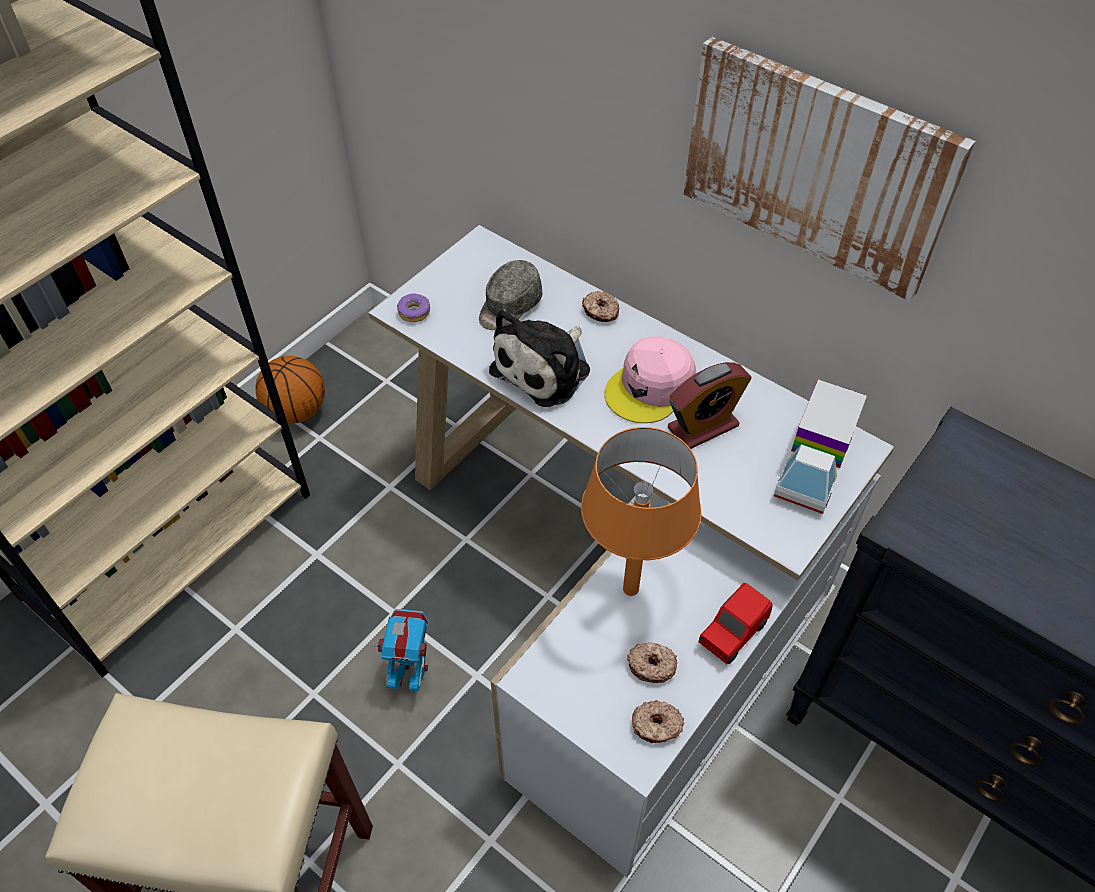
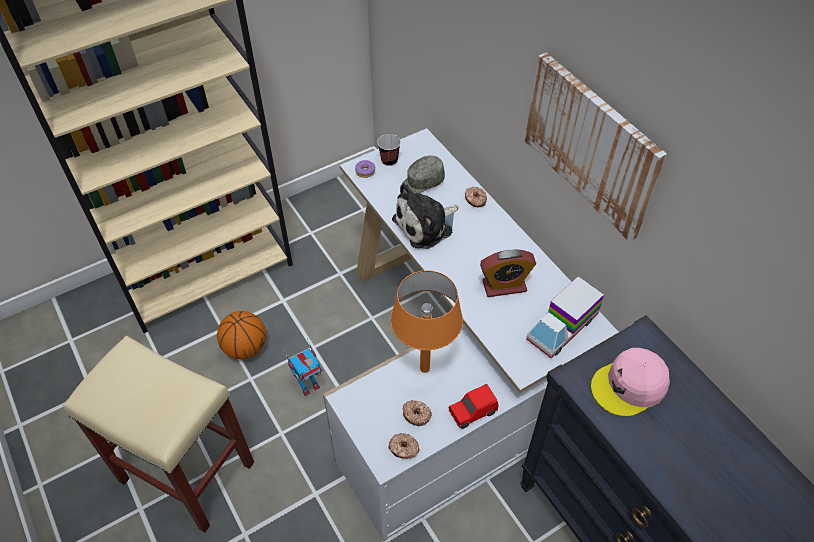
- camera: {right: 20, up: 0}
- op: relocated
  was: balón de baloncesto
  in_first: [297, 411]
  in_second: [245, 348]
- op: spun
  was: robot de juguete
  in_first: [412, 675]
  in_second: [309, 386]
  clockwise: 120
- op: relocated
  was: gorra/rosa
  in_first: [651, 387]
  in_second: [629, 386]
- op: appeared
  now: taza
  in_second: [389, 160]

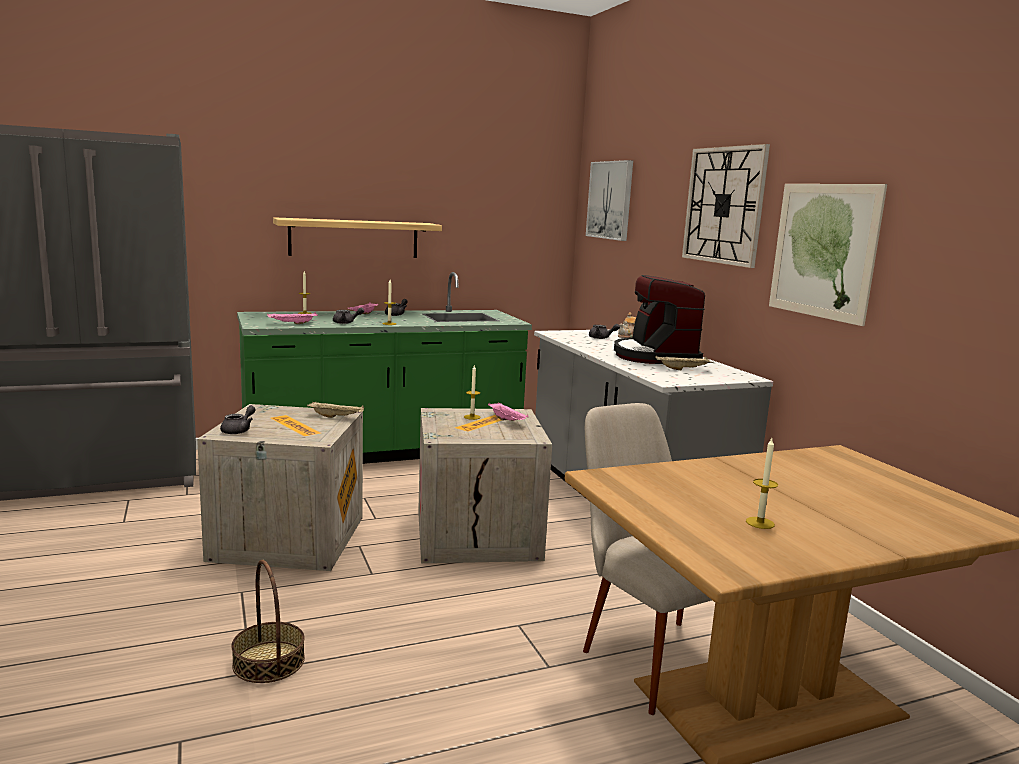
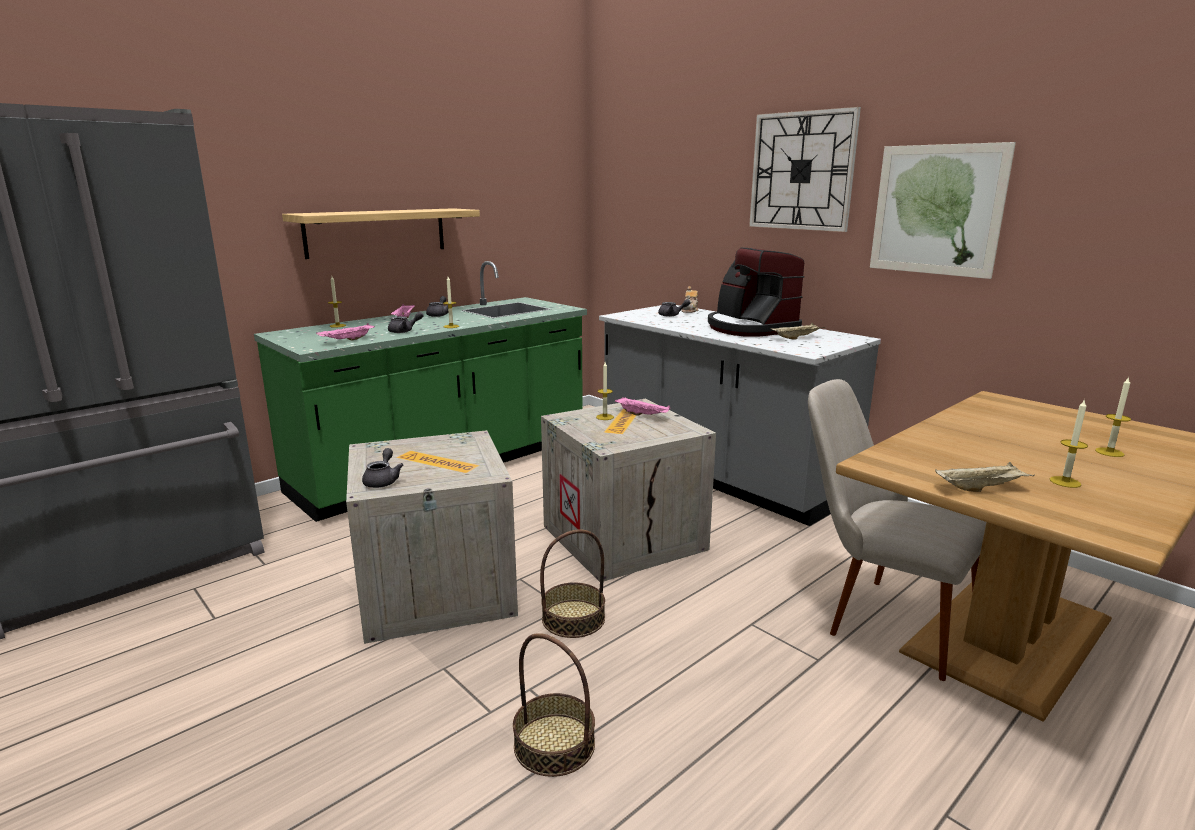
- camera: {right: -20, up: 5}
- op: relocated
  was: bandeja/beis
  in_first: [337, 417]
  in_second: [980, 488]
- op: missing
  was: cuadro
  in_first: [610, 200]
- op: appeared
  now: cesta
  in_second: [573, 618]
- op: appeared
  now: vela
  in_second: [1109, 452]

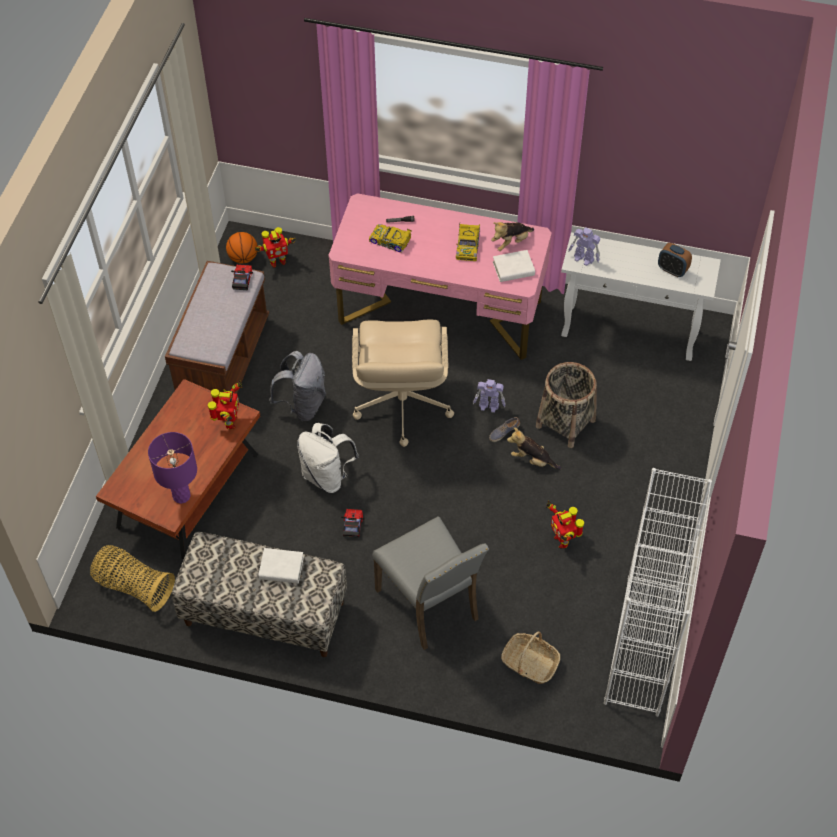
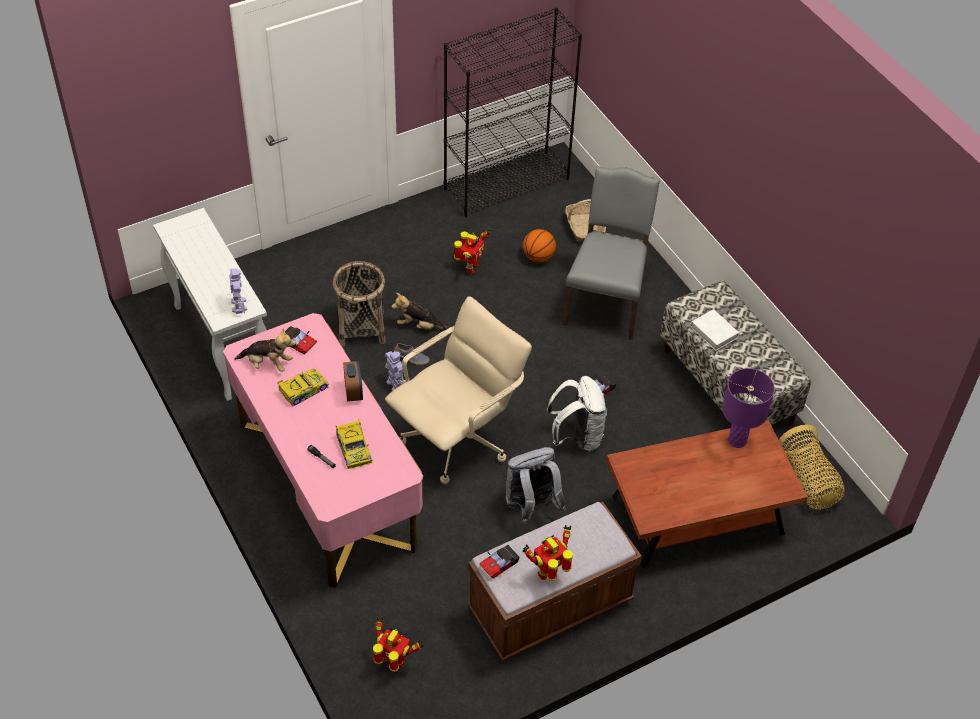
- camera: {right: -135, up: -5}
- op: relocated
  was: robot de juguete
  in_first: [229, 422]
  in_second: [549, 573]
- op: relocated
  was: balón de baloncesto
  in_first: [243, 258]
  in_second: [538, 257]
- op: exchanged
  was: libro/blanco
  now: coche de juguete
  in_first: [513, 269]
  in_second: [298, 343]
- op: spun
  was: peluche
  in_first: [532, 460]
  in_second: [419, 326]
  clockwise: 120
- op: colour
  was: estantería/blanco
  now: estantería/negro
  in_first: [642, 648]
  in_second: [507, 183]
- op: relocated
  was: despertador
  in_first: [672, 270]
  in_second: [354, 392]

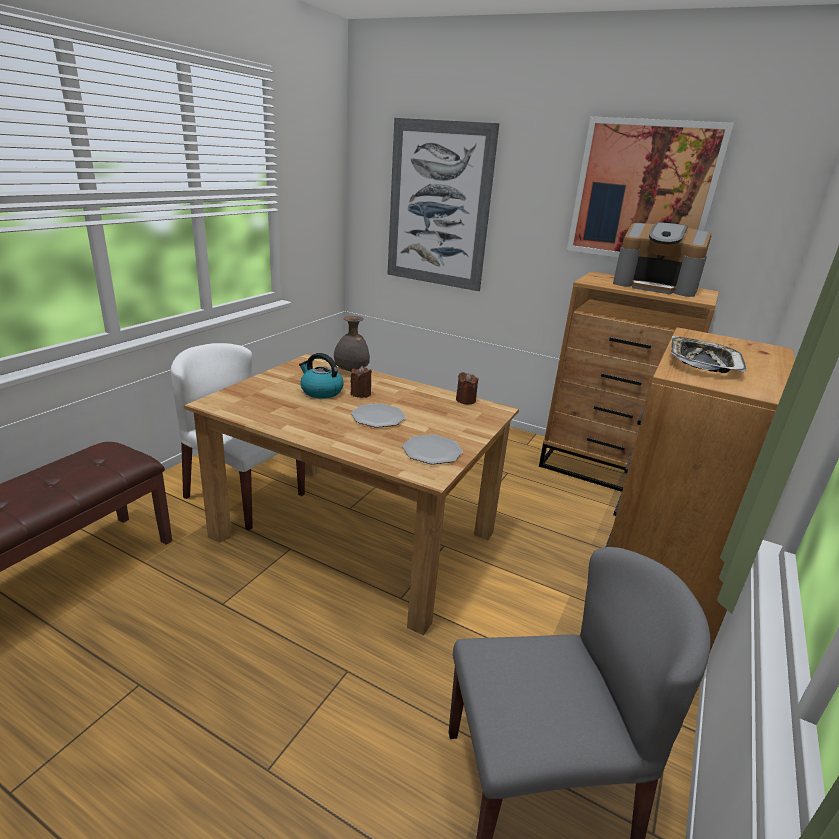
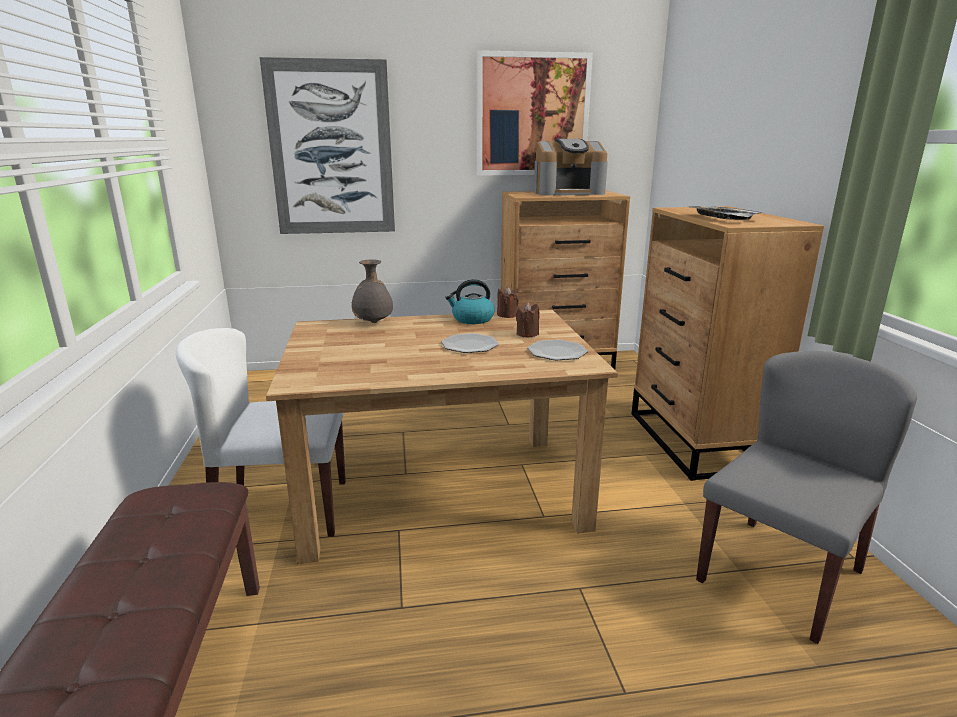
- camera: {right: -35, up: -5}
- op: relocated
  was: hervidor
  in_first: [321, 391]
  in_second: [472, 319]
- op: relocated
  was: vela/marrón
  in_first: [361, 394]
  in_second: [527, 334]

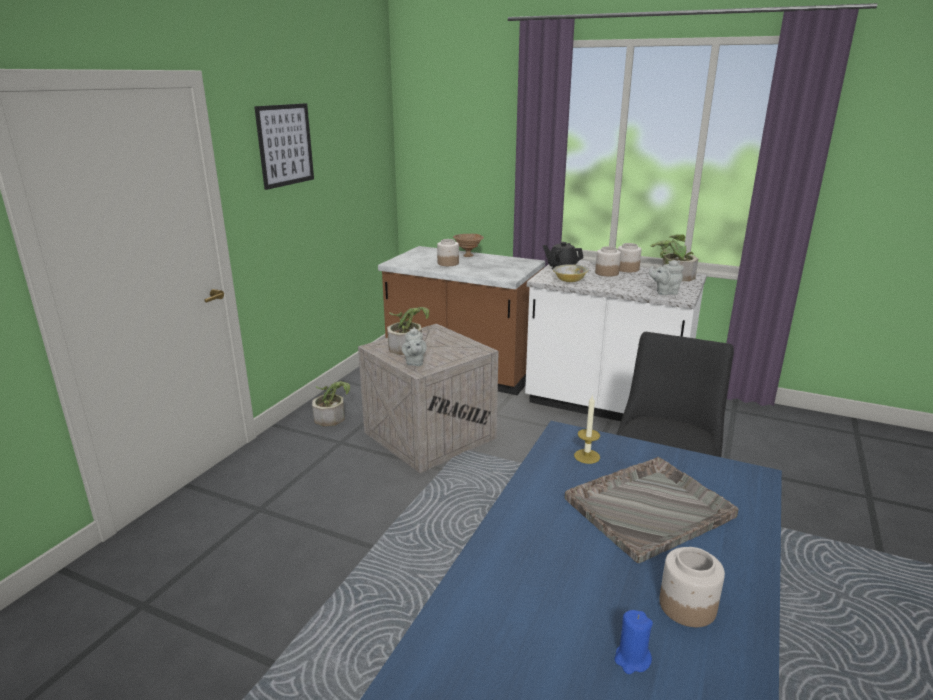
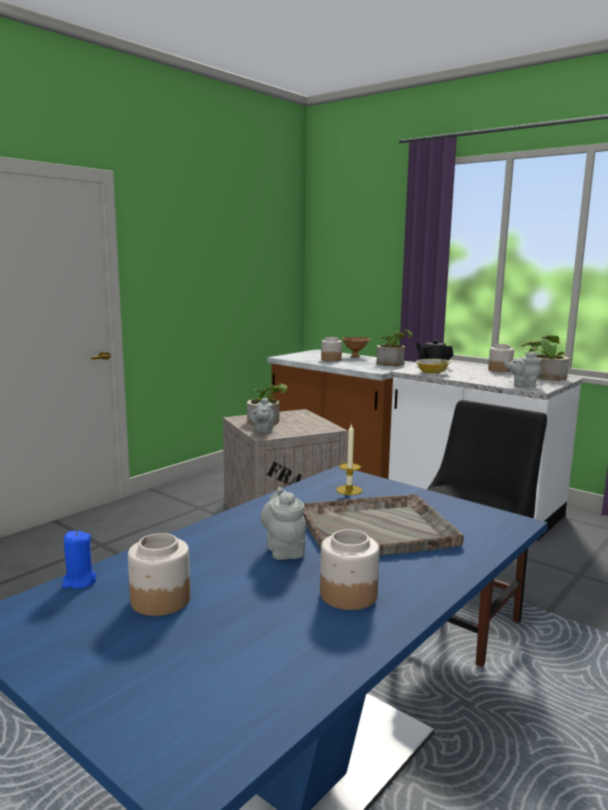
- camera: {right: 15, up: -10}
- op: missing
  was: cuadro
  in_first: [285, 145]
- op: relocated
  was: planta en maceta
  in_first: [332, 416]
  in_second: [392, 363]
- op: relocated
  was: tarro
  in_first: [606, 273]
  in_second: [160, 600]
- op: relocated
  was: vela/azul
  in_first: [632, 659]
  in_second: [79, 581]
- op: appeared
  now: tetera/gris
  in_second: [284, 549]

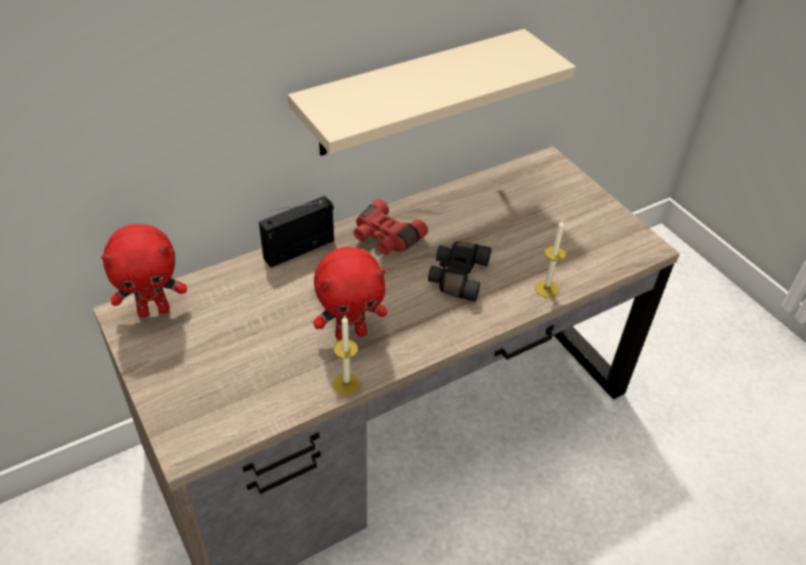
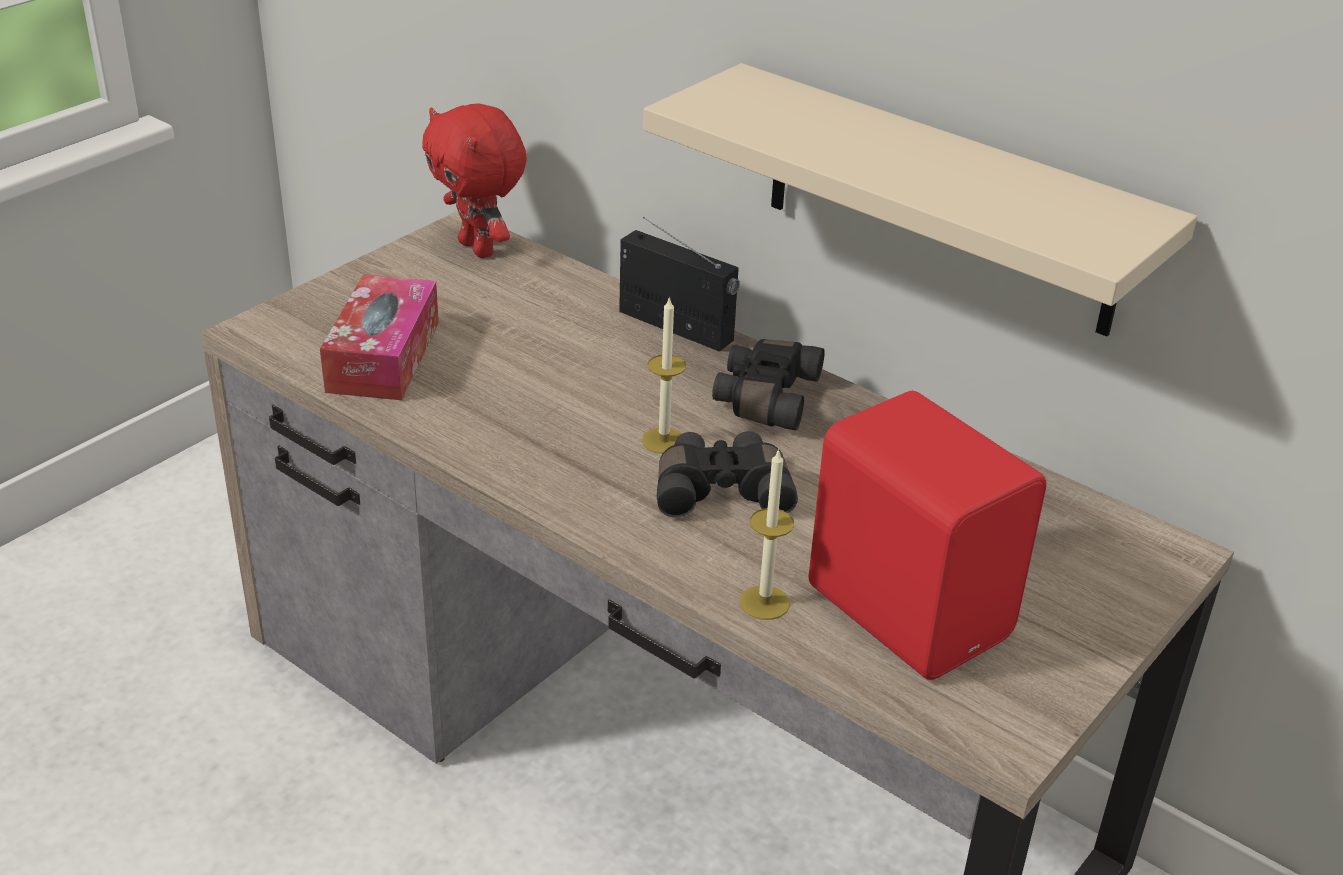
- camera: {right: 70, up: -10}
- op: missing
  was: peluche/rojo
  in_first: [351, 333]
- op: relocated
  was: vela
  in_first: [346, 384]
  in_second: [663, 441]
- op: colour
  was: prismáticos/rojo
  now: prismáticos/negro
  in_first: [385, 238]
  in_second: [764, 398]
- op: appeared
  now: caja de pañuelos
  in_second: [383, 356]
- op: appeared
  now: altavoz/rojo
  in_second: [910, 609]

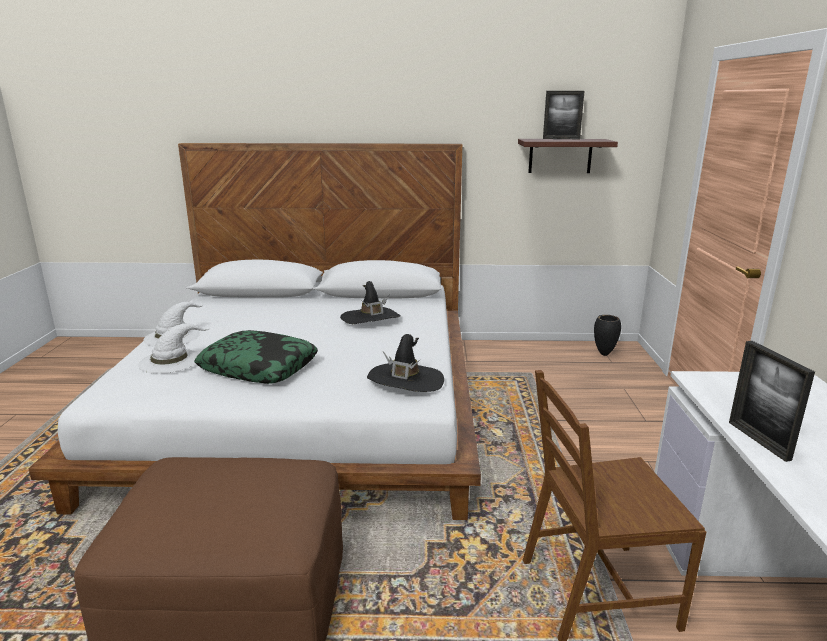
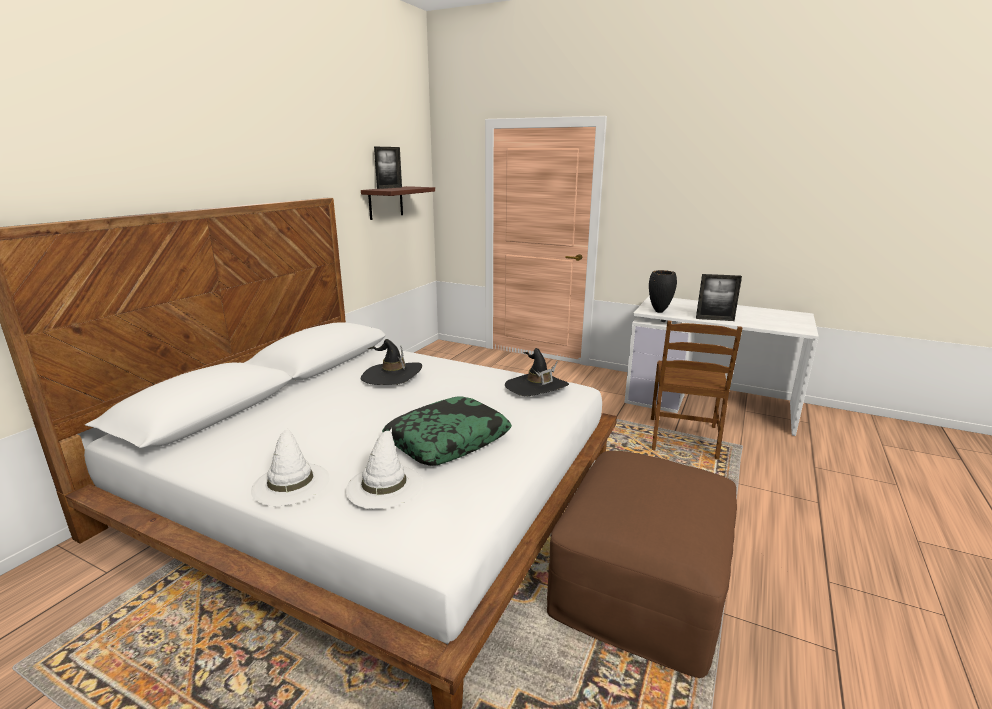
- camera: {right: -65, up: 0}
- op: relocated
  was: florero/negro
  in_first: [603, 354]
  in_second: [659, 312]

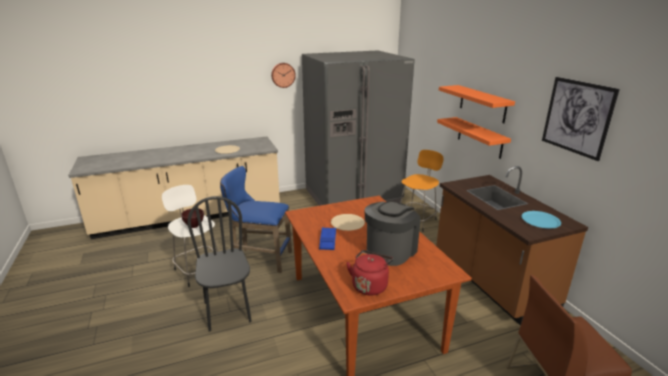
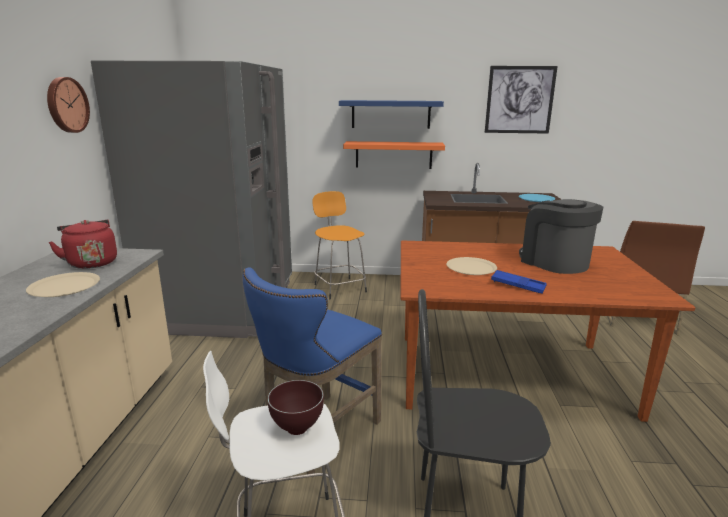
- camera: {right: -65, up: -5}
- op: relocated
  was: hervidor/rojo
  in_first: [370, 285]
  in_second: [91, 262]
- op: colour
  was: estante/naranja
  now: estante/azul
  in_first: [482, 103]
  in_second: [391, 114]

